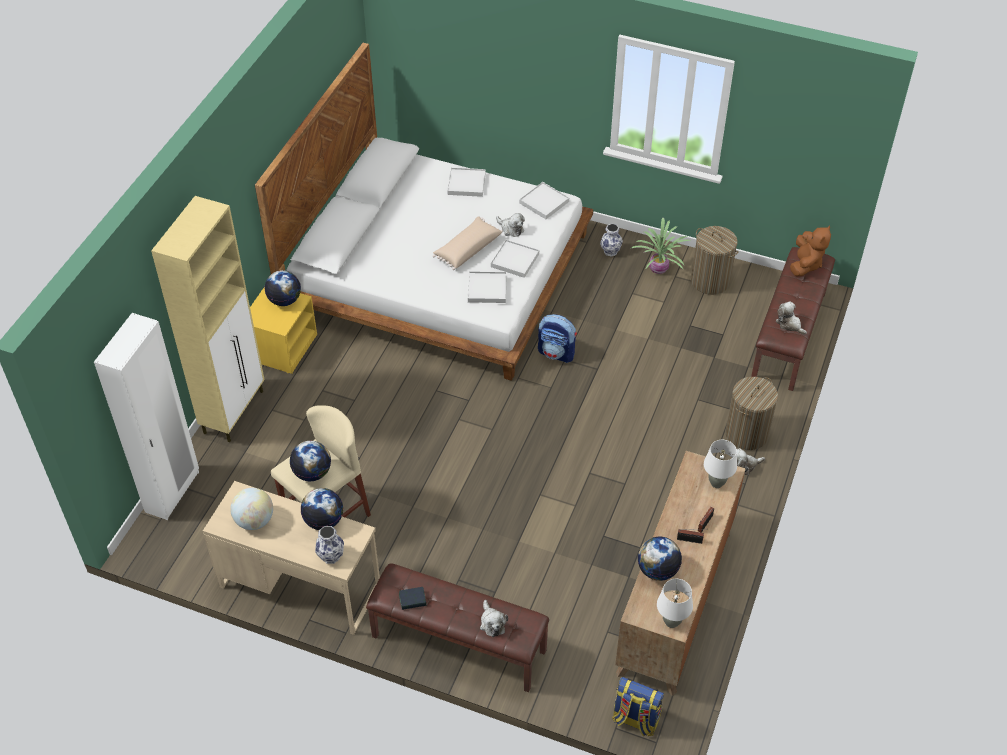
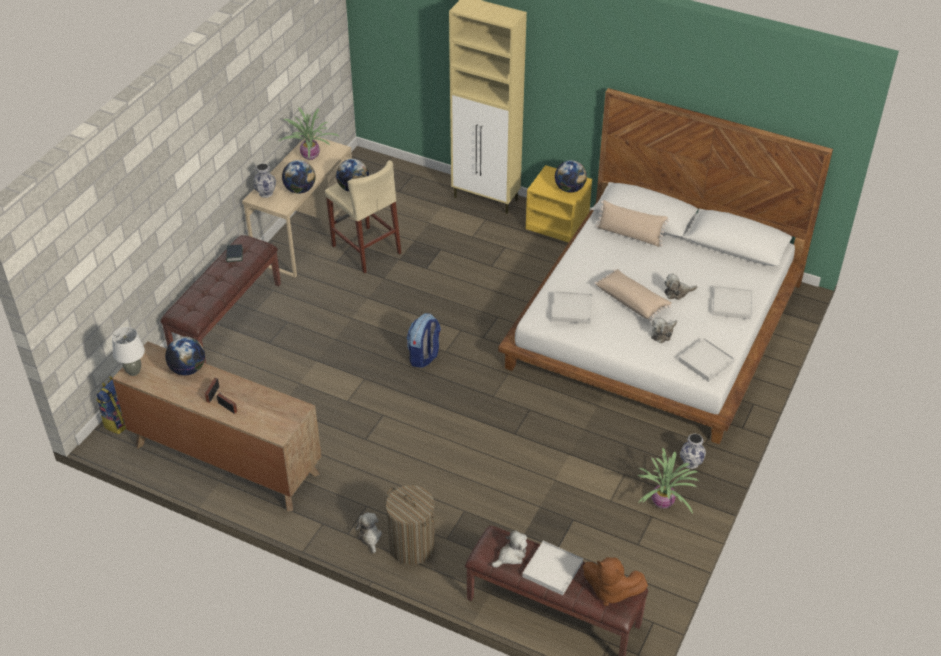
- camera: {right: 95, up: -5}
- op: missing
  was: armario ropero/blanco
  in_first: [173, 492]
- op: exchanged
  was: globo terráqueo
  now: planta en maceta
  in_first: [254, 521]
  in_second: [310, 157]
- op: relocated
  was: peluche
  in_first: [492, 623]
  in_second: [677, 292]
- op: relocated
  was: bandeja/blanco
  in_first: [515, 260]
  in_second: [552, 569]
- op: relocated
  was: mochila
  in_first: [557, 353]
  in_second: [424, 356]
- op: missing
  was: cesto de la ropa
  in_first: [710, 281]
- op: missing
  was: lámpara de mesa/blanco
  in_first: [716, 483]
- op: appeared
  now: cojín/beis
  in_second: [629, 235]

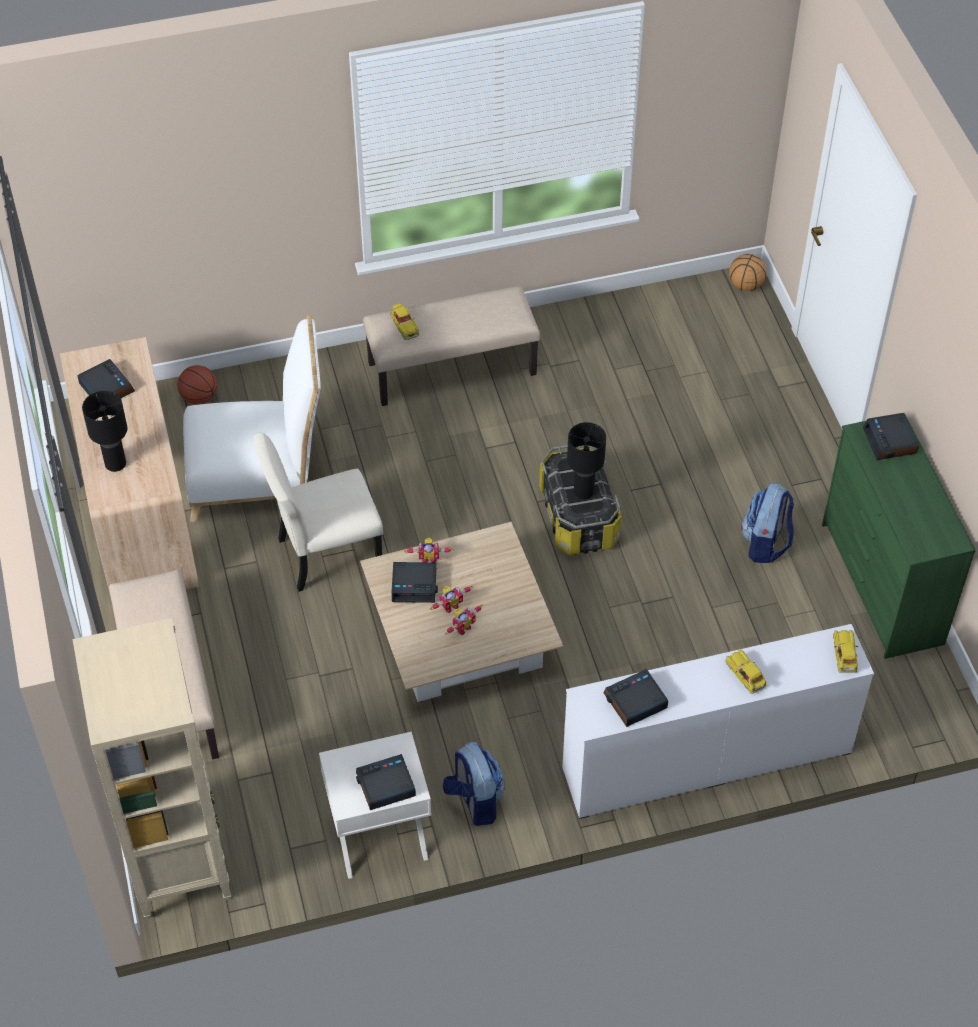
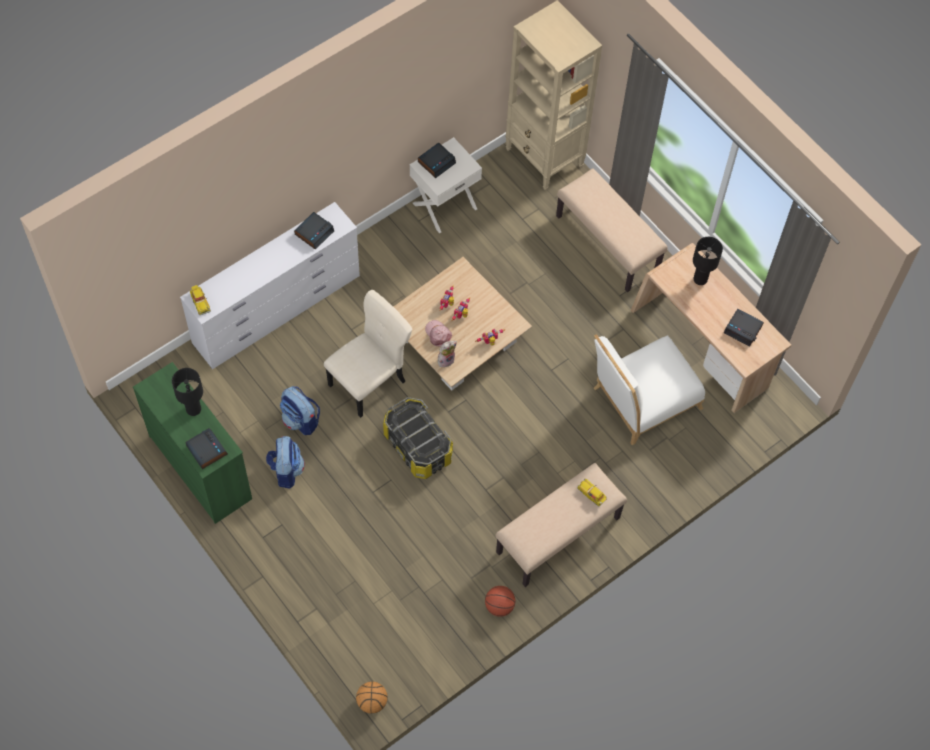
- camera: {right: 155, up: 10}
- op: relocated
  was: balón de baloncesto
  in_first: [199, 397]
  in_second: [499, 606]
- op: relocated
  was: silla/beis
  in_first: [325, 554]
  in_second: [370, 381]
- op: missing
  was: despertador
  in_first: [415, 585]
- op: relocated
  was: mochila
  in_first: [474, 801]
  in_second: [301, 420]
- op: relocated
  was: lámpara de mesa/negro
  in_first: [584, 492]
  in_second: [193, 409]
- op: missing
  was: coche de juguete
  in_first: [746, 675]
- op: appeared
  now: gorra/rosa
  in_second: [438, 334]
- op: appeared
  now: peluche
  in_second: [446, 359]

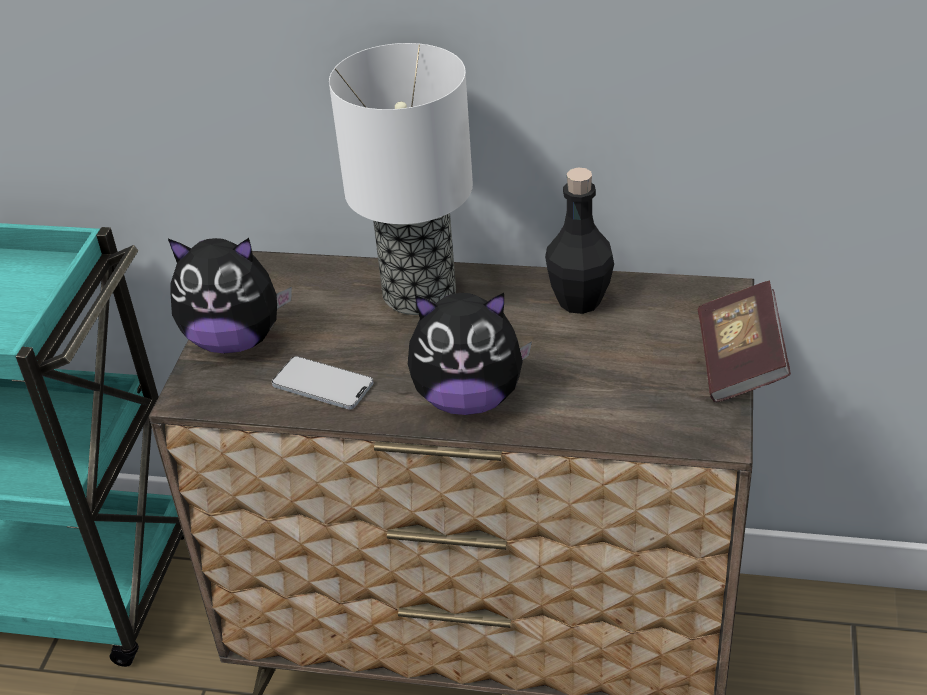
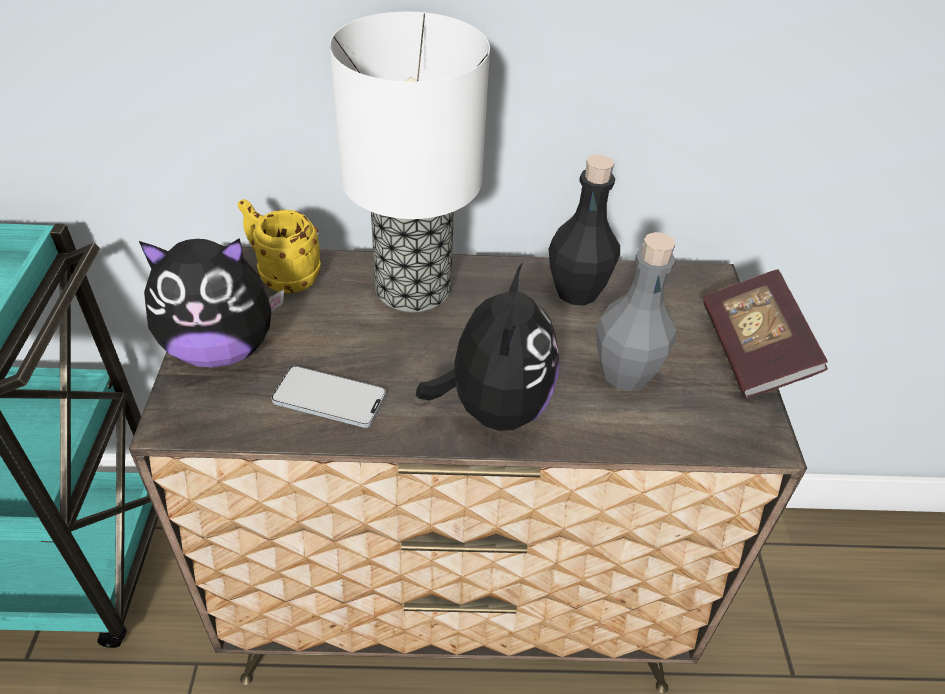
- camera: {right: -15, up: 5}
- op: spun
  was: peluche
  in_first: [468, 399]
  in_second: [493, 407]
  clockwise: -75
- op: appeared
  now: taza grande/amarillo
  in_second: [282, 275]
- op: appeared
  now: botella/gris
  in_second: [625, 373]

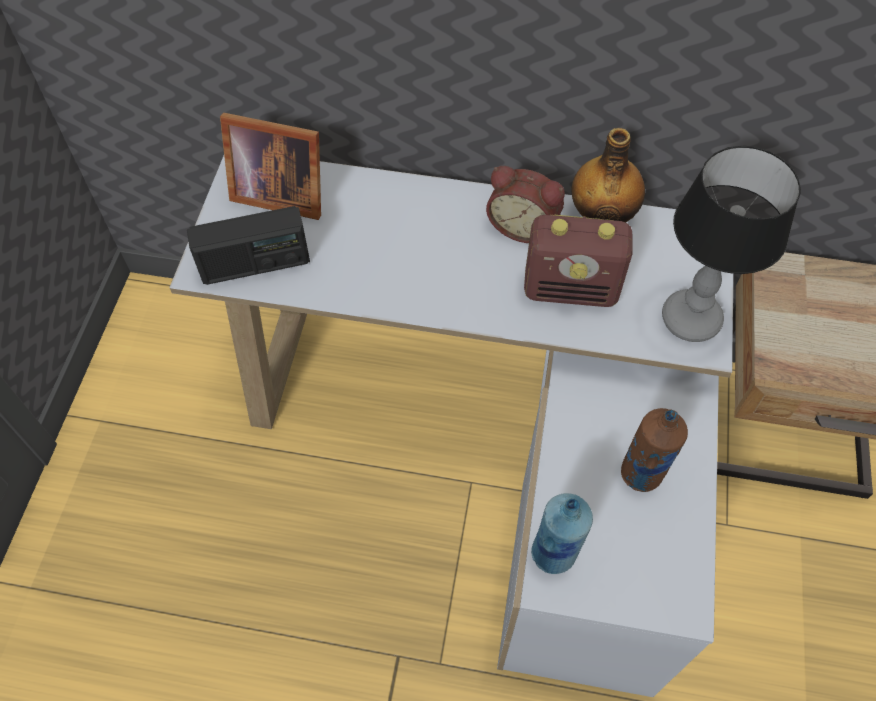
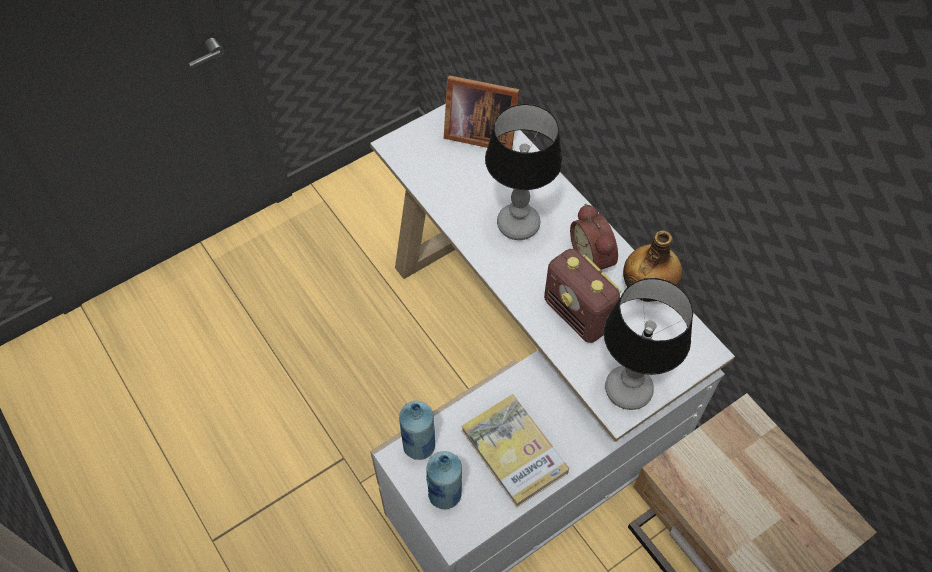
- camera: {right: 45, up: 0}
- op: missing
  was: radio
  in_first: [255, 264]
- op: spun
  was: portarretratos
  in_first: [278, 193]
  in_second: [478, 132]
  clockwise: -45
- op: exchanged
  was: botella/marrón
  now: libro
  in_first: [642, 473]
  in_second: [514, 451]
- op: appeared
  now: botella/azul
  in_second: [445, 495]
- op: appeared
  now: lámpara de mesa
  in_second: [518, 223]

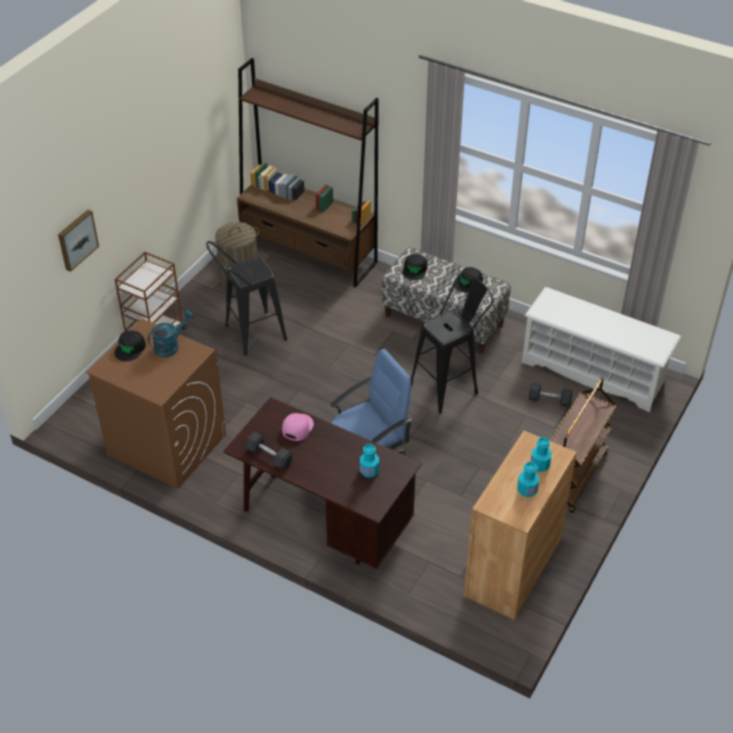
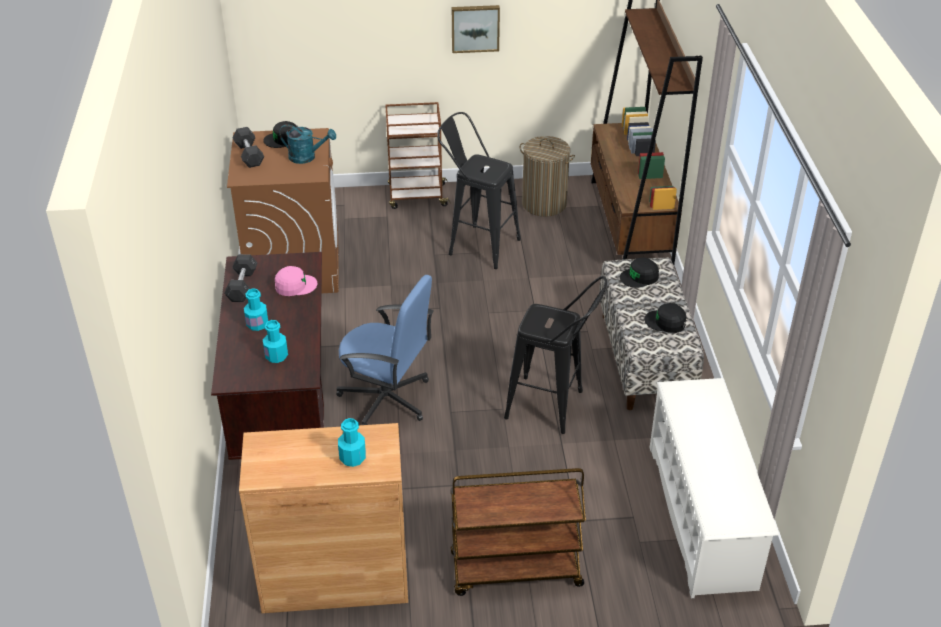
- camera: {right: 55, up: -5}
- op: relocated
  was: cuadro
  in_first: [76, 239]
  in_second: [475, 28]
- op: relocated
  was: botella/turquesa
  in_first: [527, 490]
  in_second: [257, 324]
- op: relocated
  was: mancuerna/gris
  in_first: [549, 400]
  in_second: [249, 155]

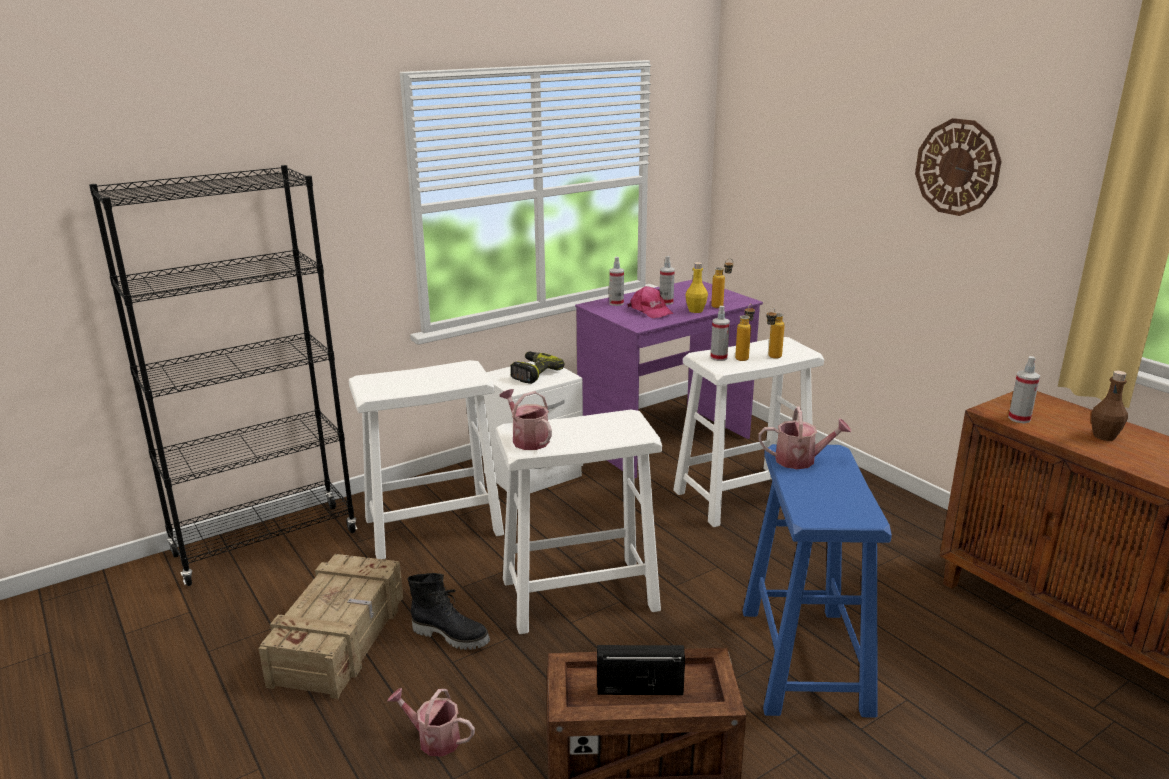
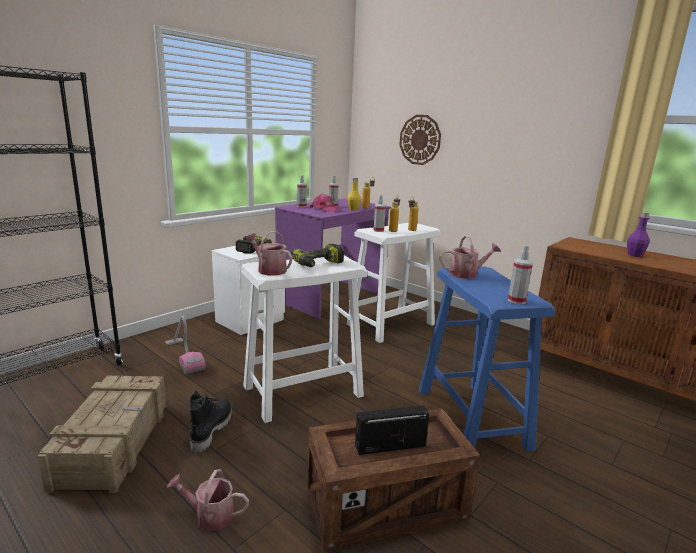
- camera: {right: -15, up: -5}
- op: exchanged
  was: taburete/blanco
  now: aspiradora
  in_first: [434, 526]
  in_second: [184, 356]
- op: spun
  was: bota/negro
  in_first: [451, 635]
  in_second: [210, 429]
  clockwise: -90
- op: relocated
  was: reloj de pared
  in_first: [957, 167]
  in_second: [420, 140]
- op: relocated
  was: pulverizador
  in_first: [1019, 418]
  in_second: [516, 301]
- op: colour
  was: botella/marrón
  now: botella/morado
  in_first: [1104, 436]
  in_second: [634, 255]
- op: appeared
  now: taladro
  in_second: [318, 264]

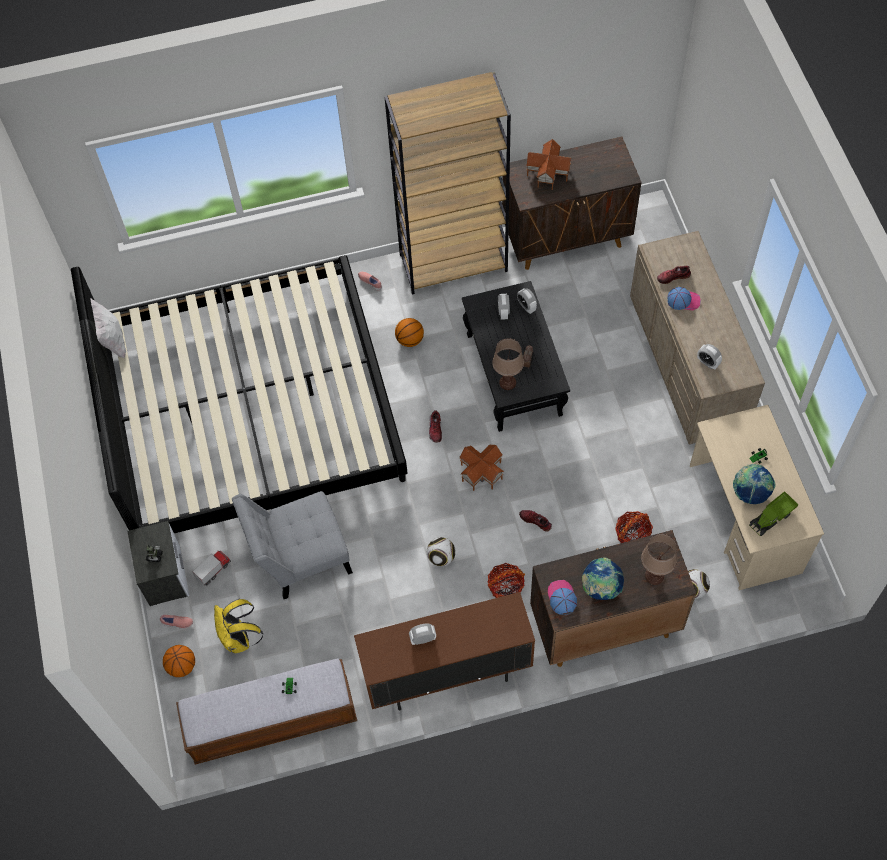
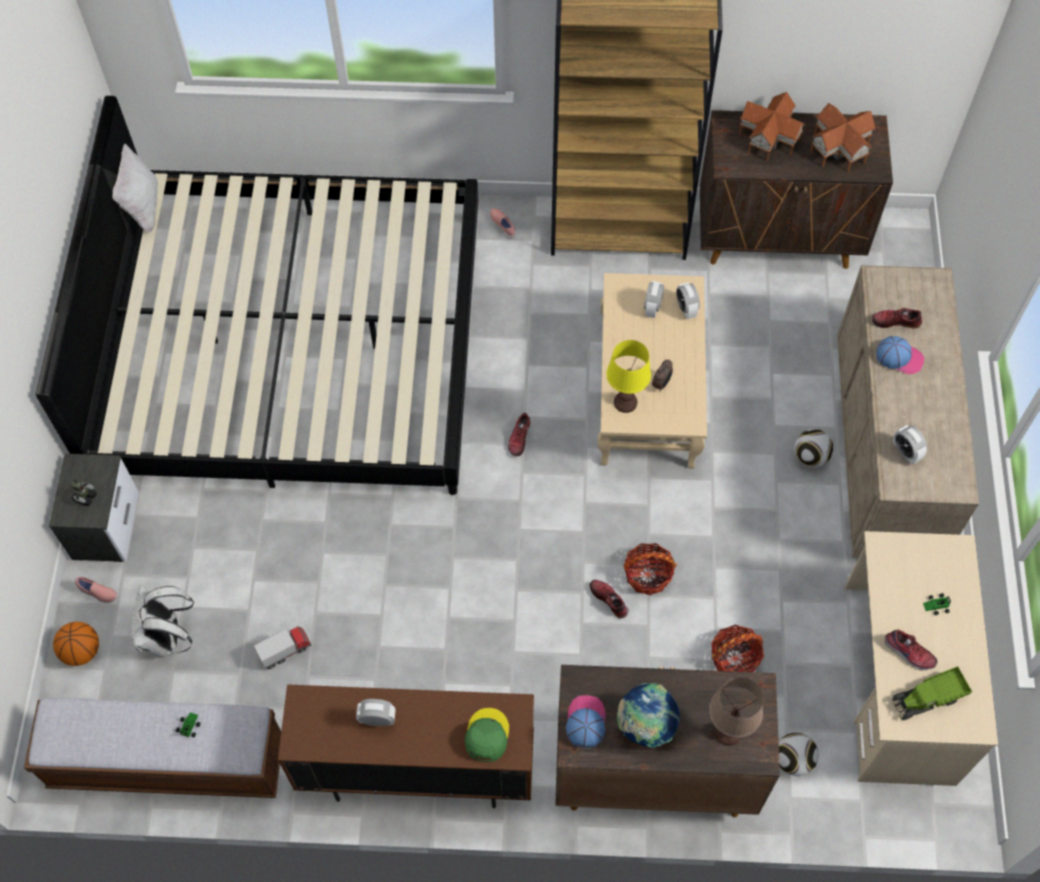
- camera: {right: 15, up: 0}
- op: relocated
  was: camión de juguete
  in_first: [213, 570]
  in_second: [285, 651]
- op: colour
  was: mochila/amarillo
  now: mochila/blanco
  in_first: [239, 639]
  in_second: [167, 638]
- op: missing
  was: silla/gris
  in_first: [300, 558]
- op: missing
  was: balón de baloncesto
  in_first: [410, 340]
- op: relocated
  was: balón de fútbol
  in_first: [441, 557]
  in_second: [810, 457]
- op: relocated
  was: casita
  in_first: [481, 473]
  in_second: [839, 149]
- op: colour
  was: mesa de centro/negro
  now: mesa de centro/beis
  in_first: [514, 375]
  in_second: [647, 397]
- op: relocated
  was: cesta
  in_first: [505, 587]
  in_second: [647, 575]
- op: colour
  was: lámpara de mesa/marrón
  now: lámpara de mesa/amarillo
  in_first: [507, 383]
  in_second: [625, 403]
- op: exchanged
  was: globo terráqueo
  now: zapato
  in_first: [750, 493]
  in_second: [908, 653]
- op: appeared
  now: gorra/verde
  in_second: [486, 736]

